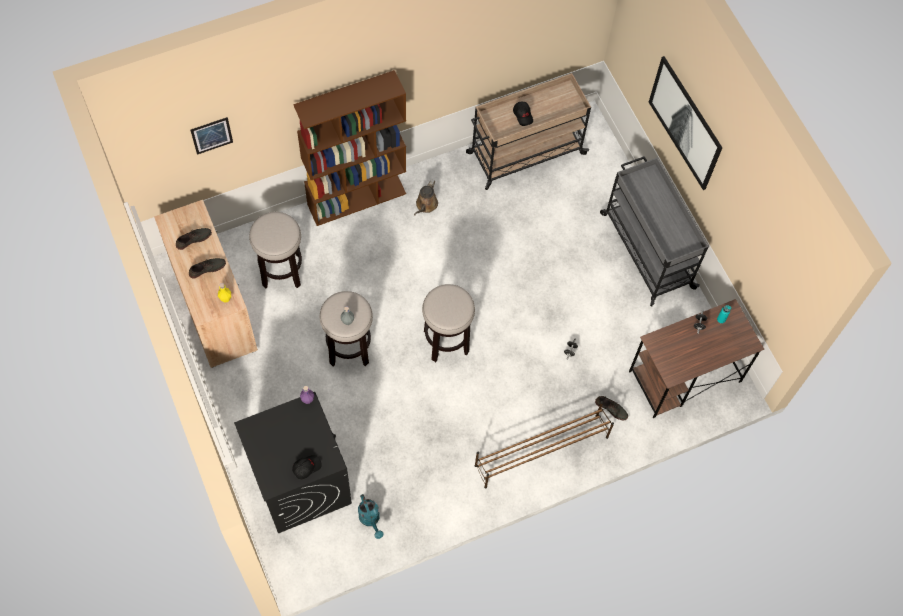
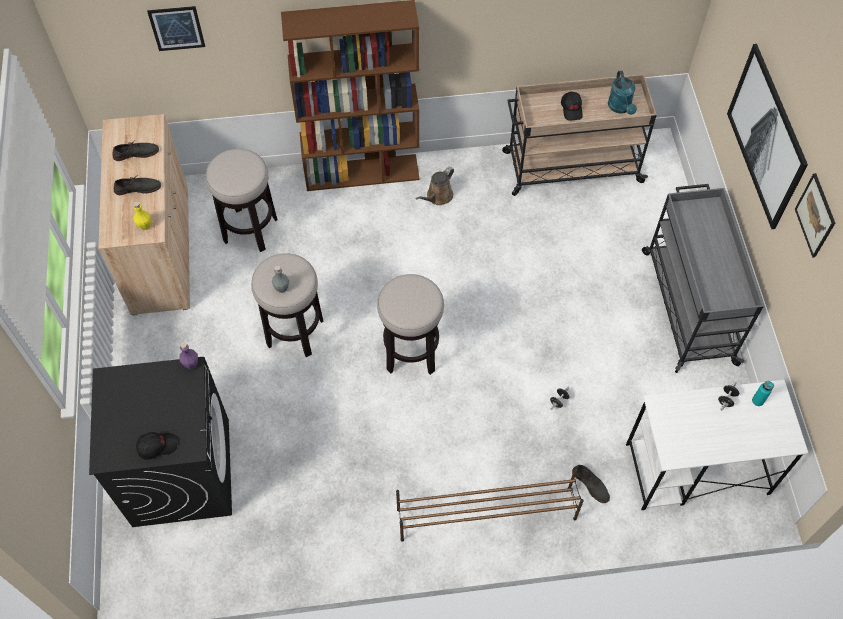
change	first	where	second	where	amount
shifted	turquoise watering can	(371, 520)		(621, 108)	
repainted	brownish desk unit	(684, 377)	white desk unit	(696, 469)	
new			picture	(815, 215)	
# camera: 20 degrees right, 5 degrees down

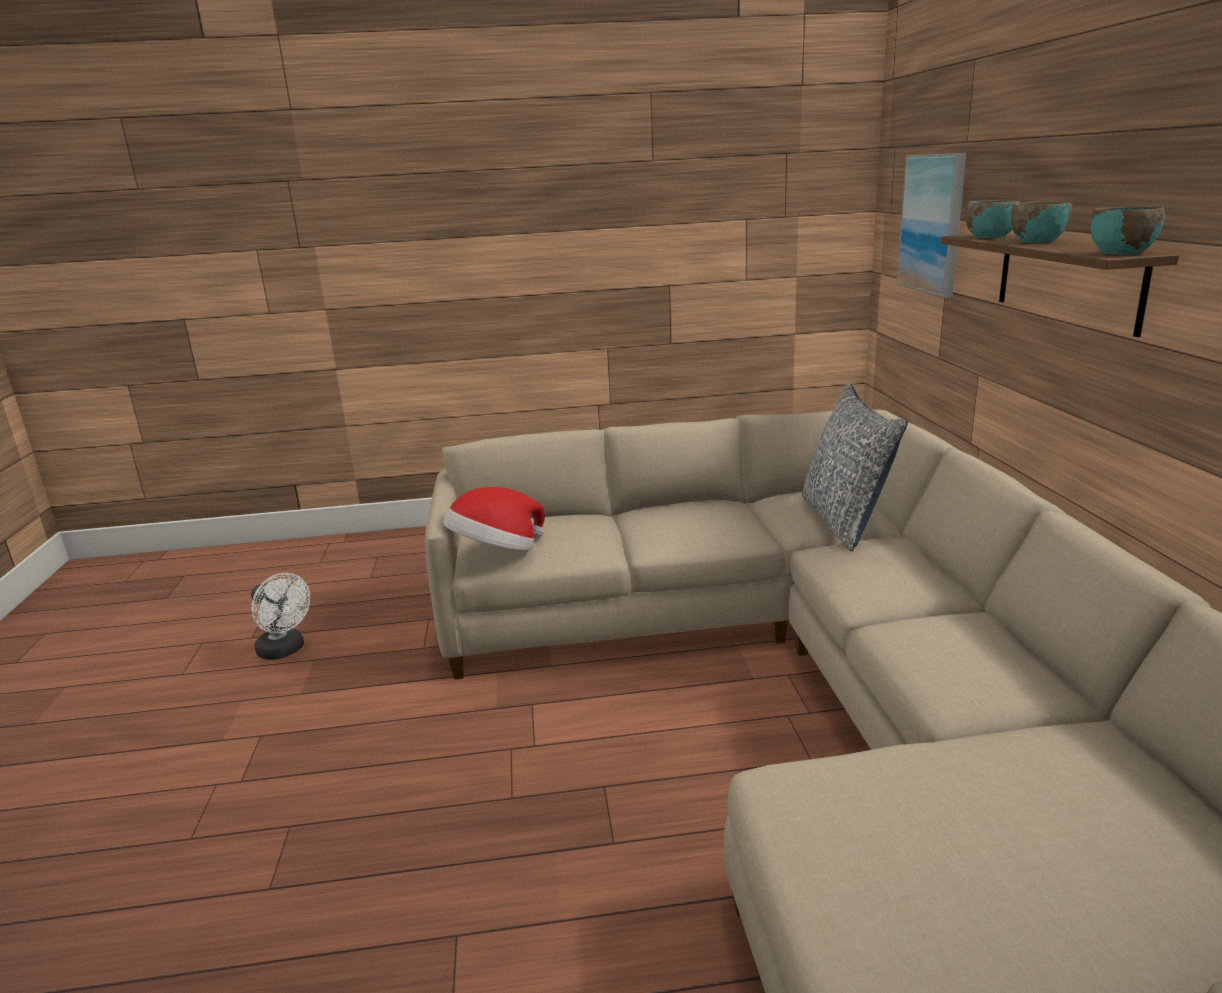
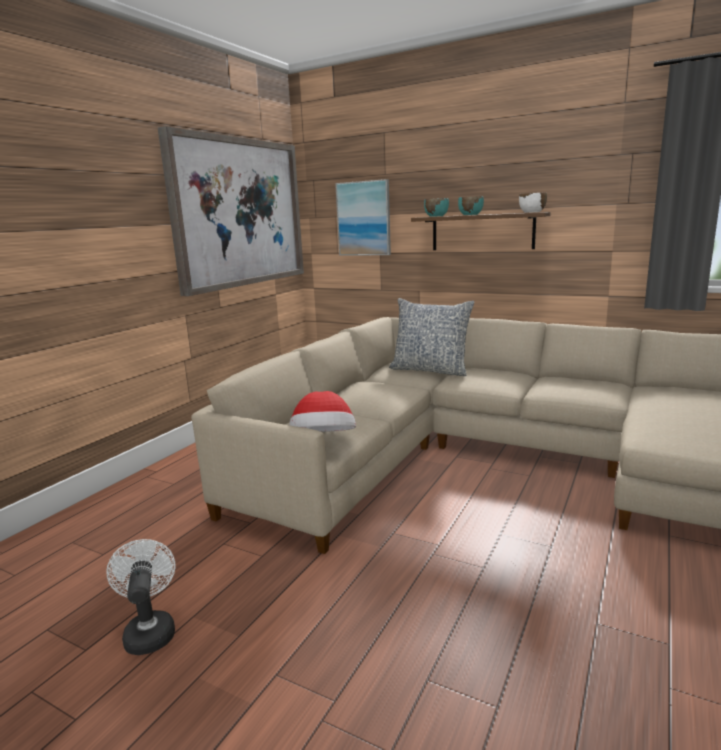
change	first	where	second	where	amount
rotated	white fan	(285, 650)		(150, 631)	90 degrees counterclockwise
repainted	turquoise deep dish	(1121, 252)	white deep dish	(532, 212)	
new			picture	(239, 213)	
# camera: 55 degrees left, 5 degrees down

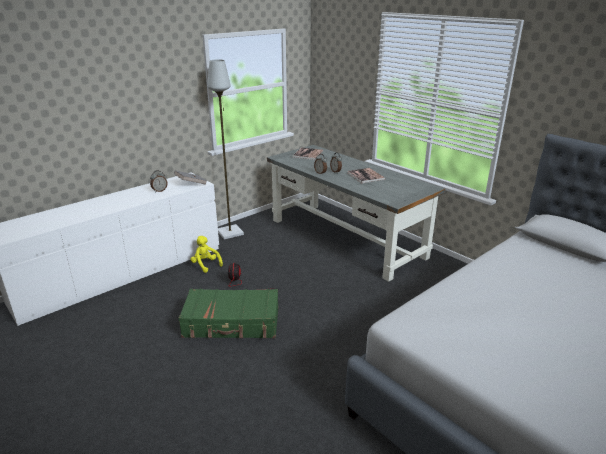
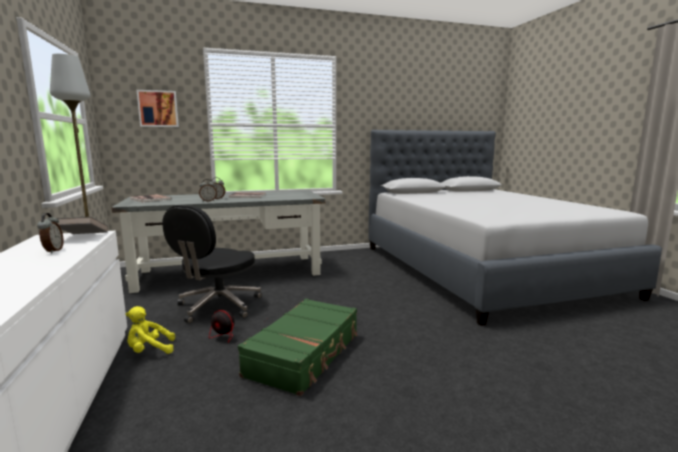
change	first	where	second	where	amount
new			picture	(158, 109)	
new			black computer chair	(218, 306)	
# camera: 65 degrees left, 15 degrees down

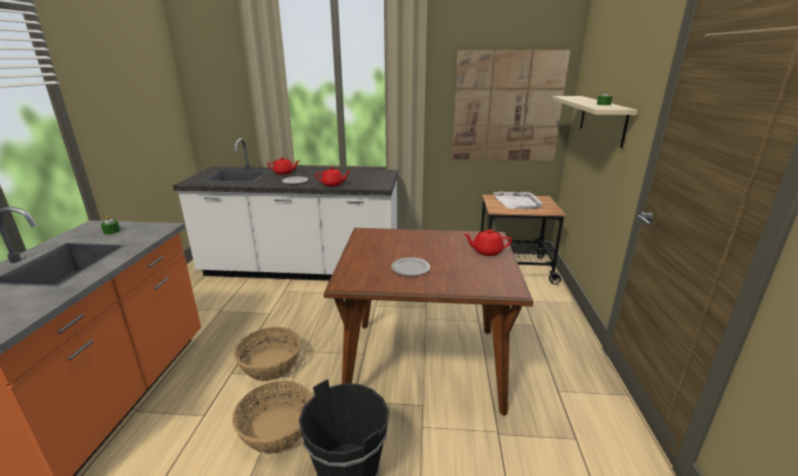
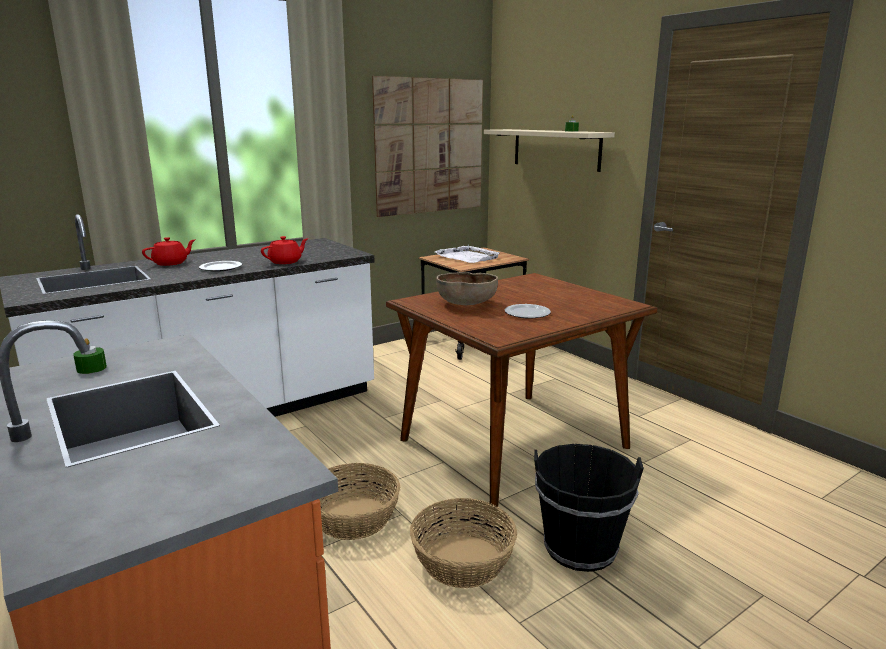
change	first	where	second	where	amount
gone	red pot for tea	(486, 251)			
new			brownish deep dish	(466, 304)	
# camera: 40 degrees left, 5 degrees down

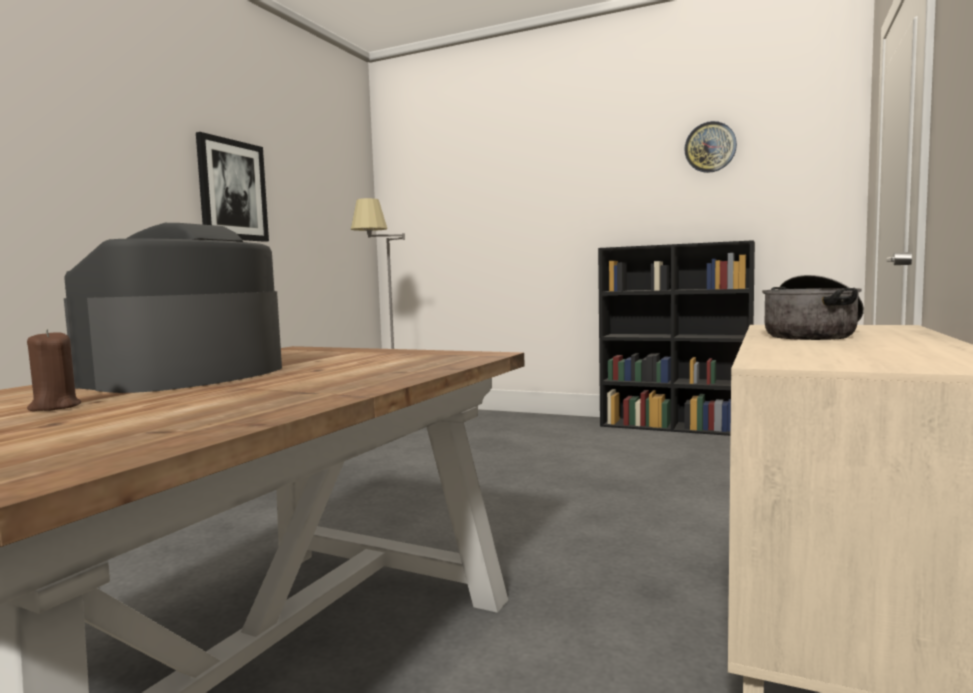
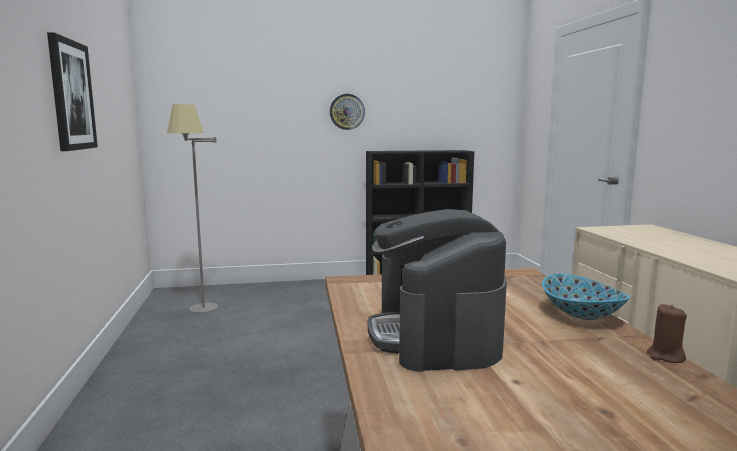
change	first	where	second	where	amount
shifted	brownish wax light	(54, 407)		(665, 356)	
shifted	hanging clock	(710, 147)		(347, 112)	
gone	cooking pot	(813, 334)			
new			deep dish	(582, 314)	
# camera: 35 degrees left, 5 degrees up

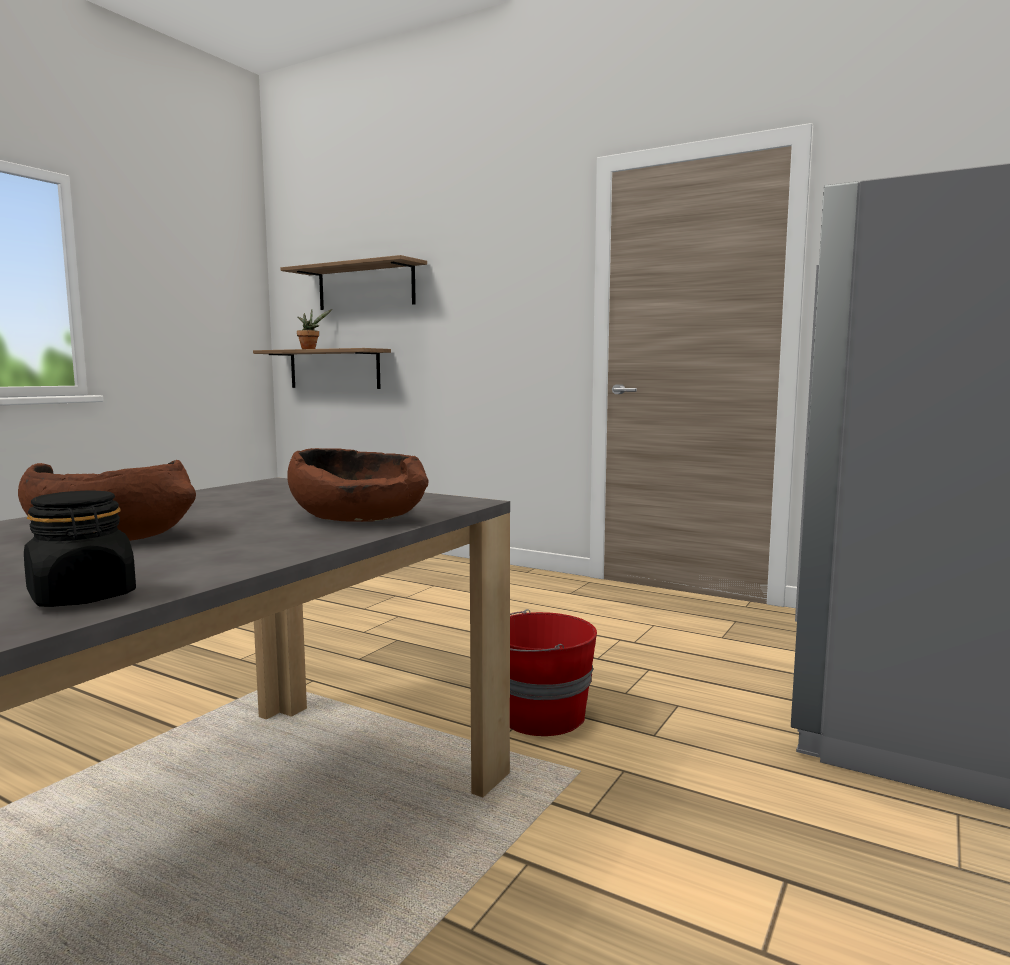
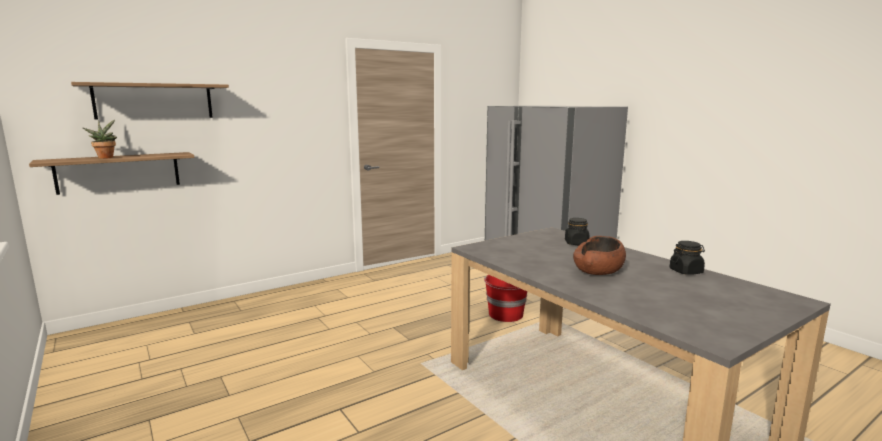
change	first	where	second	where	amount
swapped	brownish deep dish	(358, 517)	black preserve jar	(576, 243)	
# camera: 65 degrees left, 5 degrees up

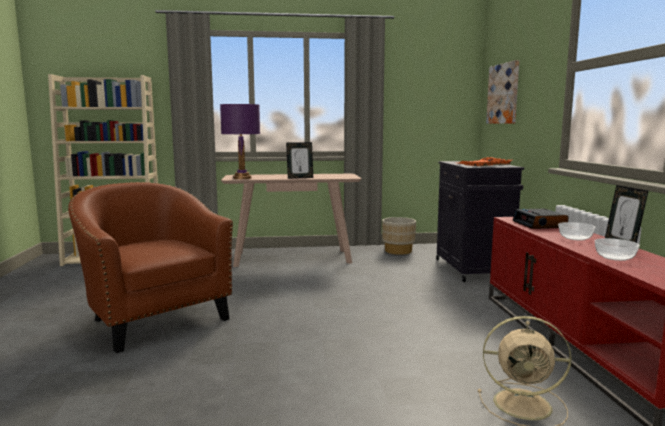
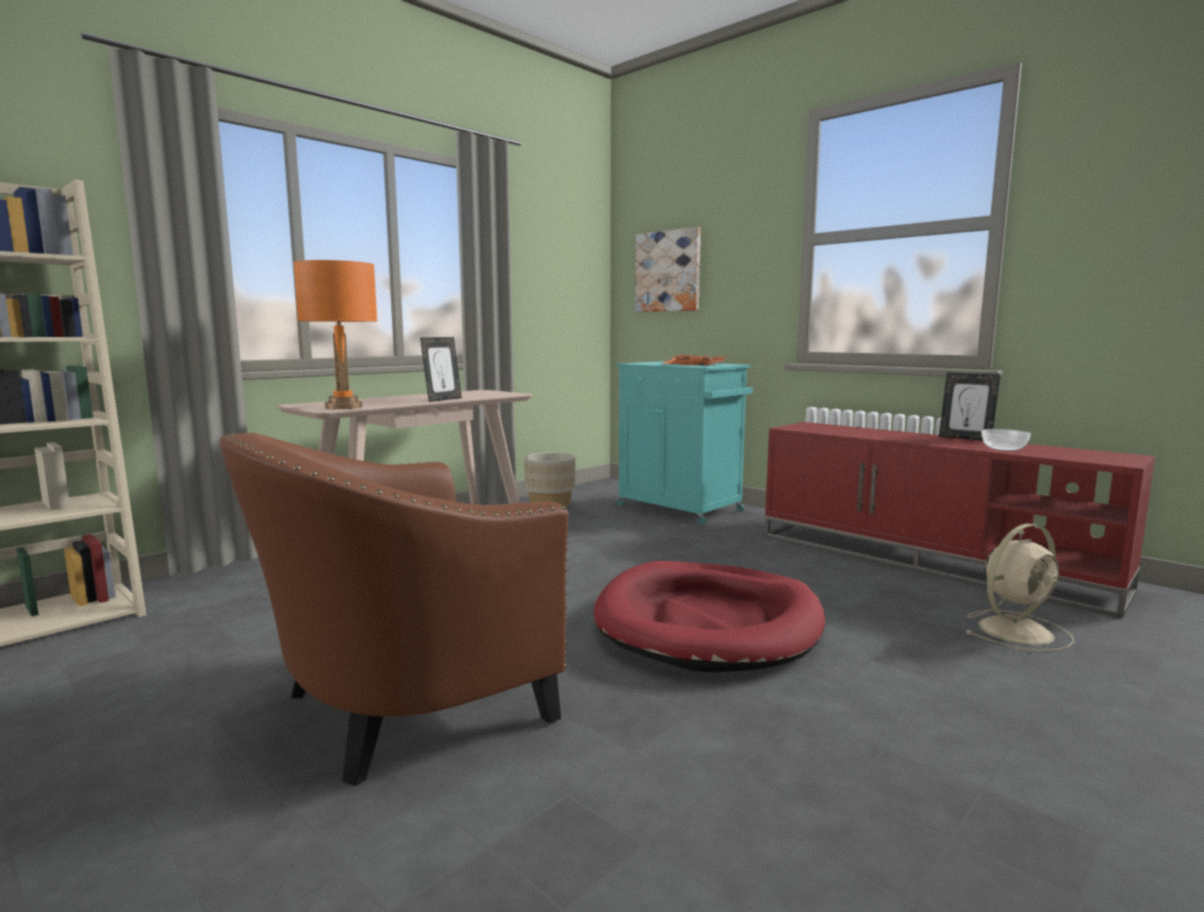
change	first	where	second	where	amount
rotated	brownish easy chair	(154, 319)		(401, 707)	45 degrees counterclockwise
repainted	purple lamp for a table	(242, 178)	orangey lamp for a table	(344, 407)	
repainted	black cupboard	(473, 270)	turquoise cupboard	(681, 509)	
gone	bedside clock	(540, 224)			
gone	deep dish	(574, 238)			
new			red pet bed	(708, 623)	
# camera: 40 degrees left, 0 degrees up

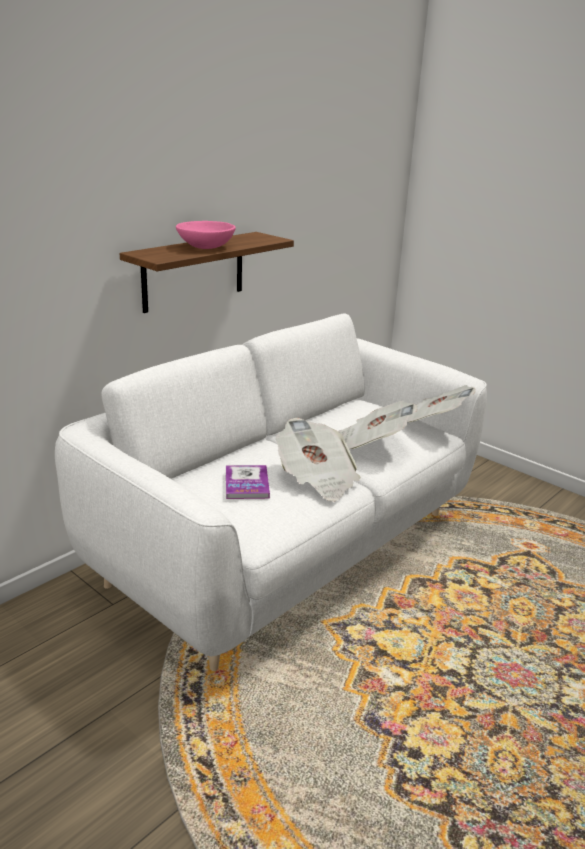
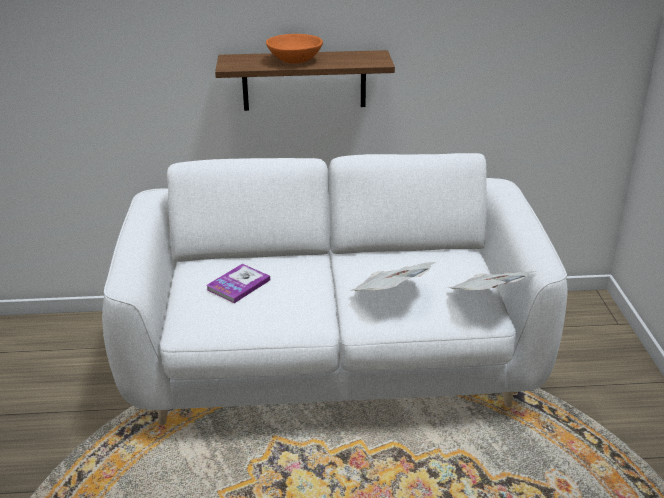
change	first	where	second	where	amount
repainted	pinkish deep dish	(206, 247)	orangey deep dish	(294, 61)	
gone	daily paper	(317, 479)			
# camera: 45 degrees right, 5 degrees up

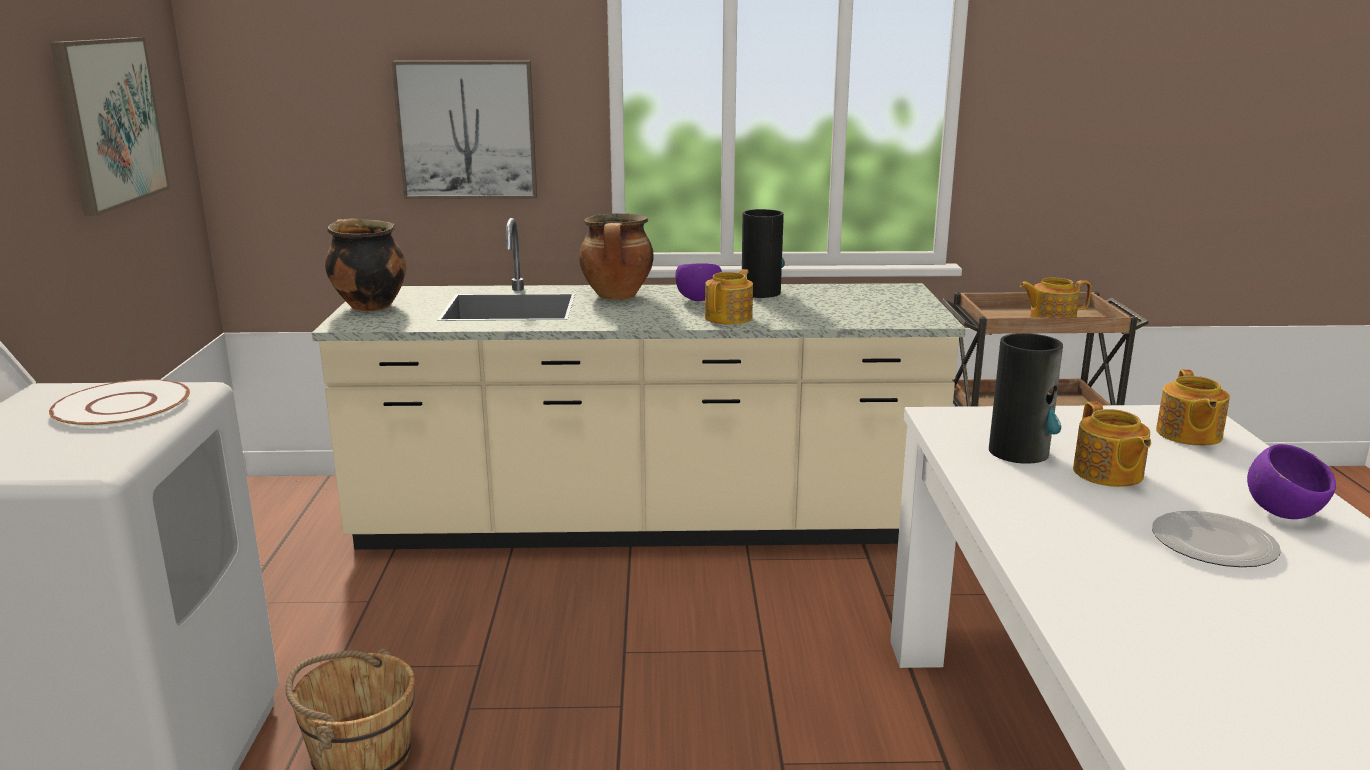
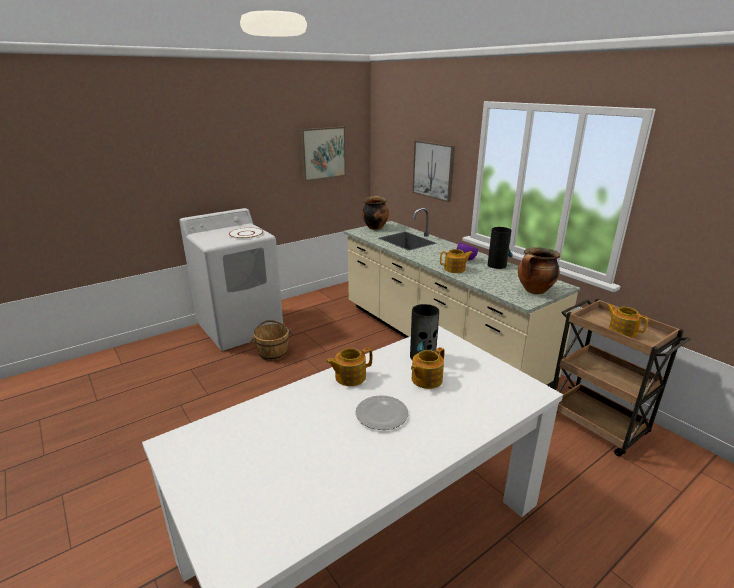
change	first	where	second	where	amount
shifted	cooking pot	(617, 296)		(534, 291)	
shifted	pot for tea	(1188, 434)		(349, 377)	
gone	purple deep dish	(1283, 513)			
# camera: 55 degrees right, 5 degrees up

